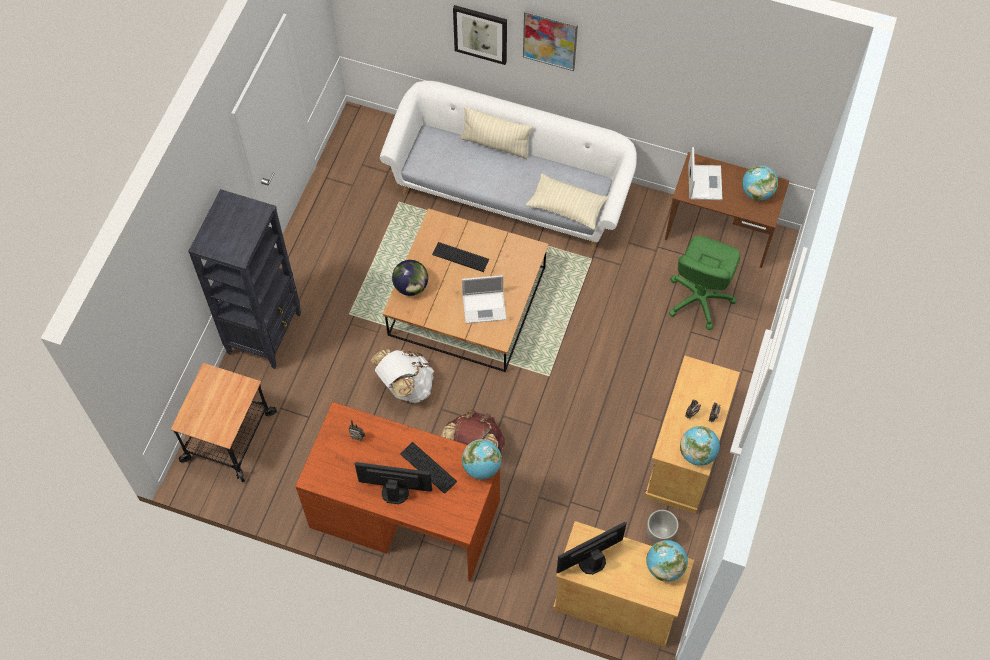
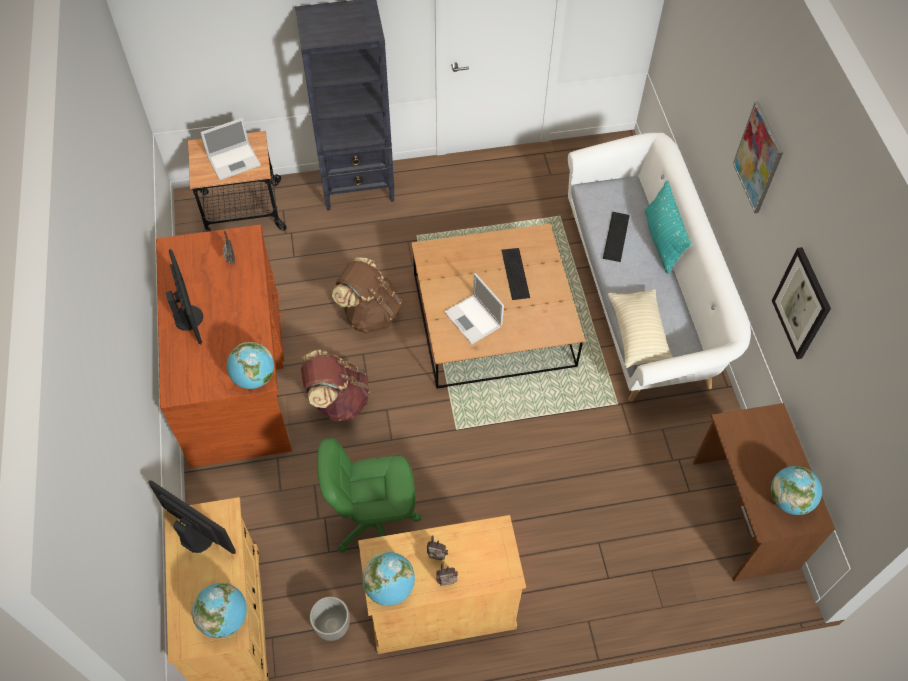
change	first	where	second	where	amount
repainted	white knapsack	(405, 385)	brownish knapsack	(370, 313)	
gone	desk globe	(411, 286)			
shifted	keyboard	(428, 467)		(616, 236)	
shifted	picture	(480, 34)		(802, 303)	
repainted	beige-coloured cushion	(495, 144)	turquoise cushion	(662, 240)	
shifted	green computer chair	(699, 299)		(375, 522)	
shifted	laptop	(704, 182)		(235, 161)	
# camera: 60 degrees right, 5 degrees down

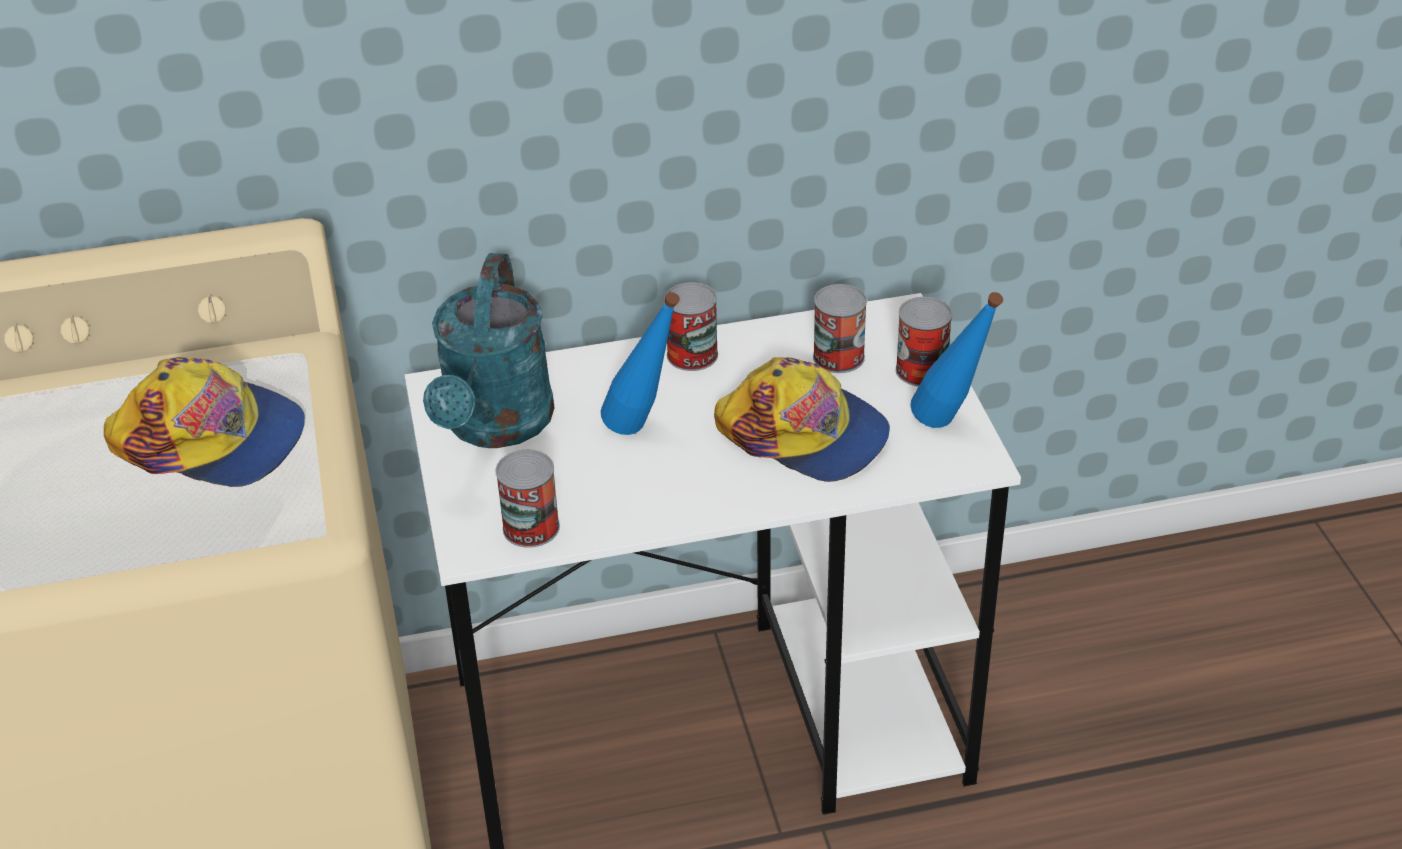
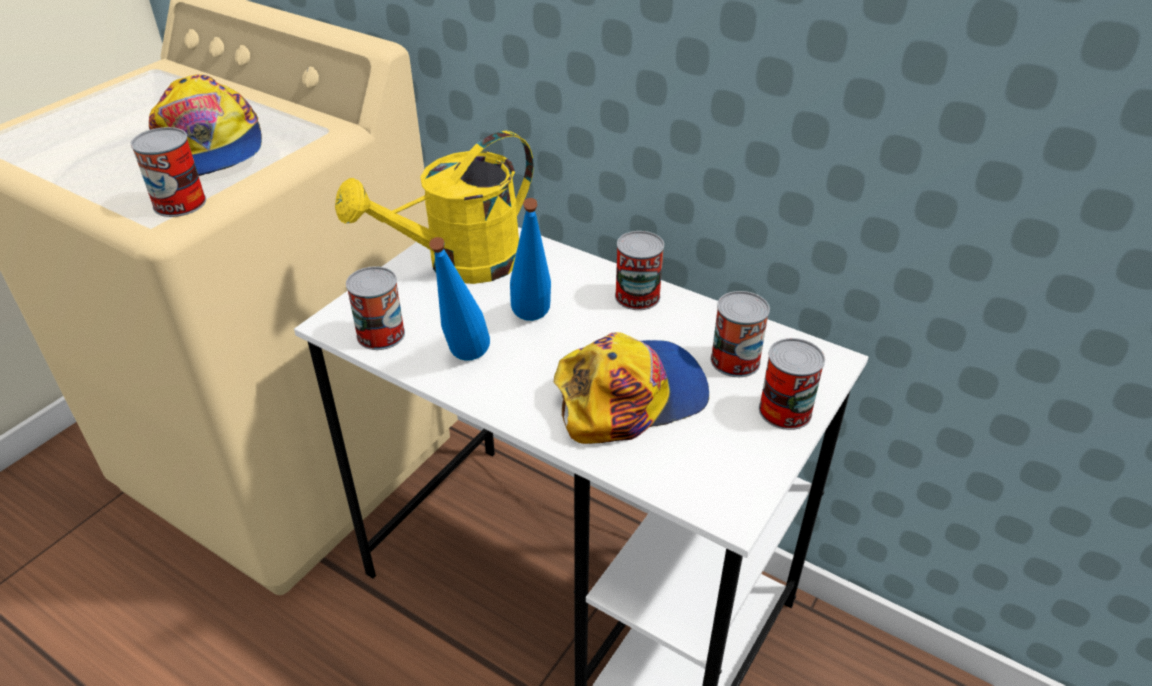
change	first	where	second	where	amount
repainted	turquoise watering can	(495, 427)	yellow watering can	(459, 264)	
rotated	peaked cap	(804, 433)		(630, 395)	105 degrees counterclockwise
shifted	blue-coloured drink bottle	(951, 428)		(464, 364)	
new			can	(179, 203)	
# camera: 45 degrees right, 0 degrees up

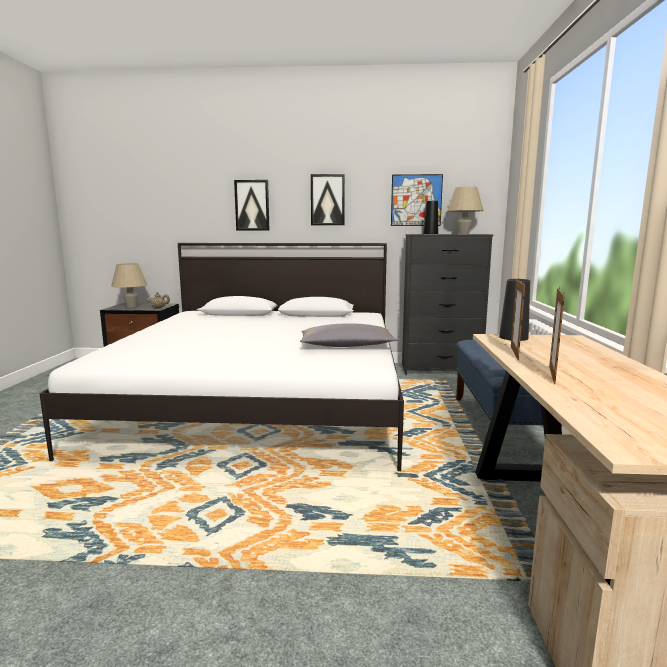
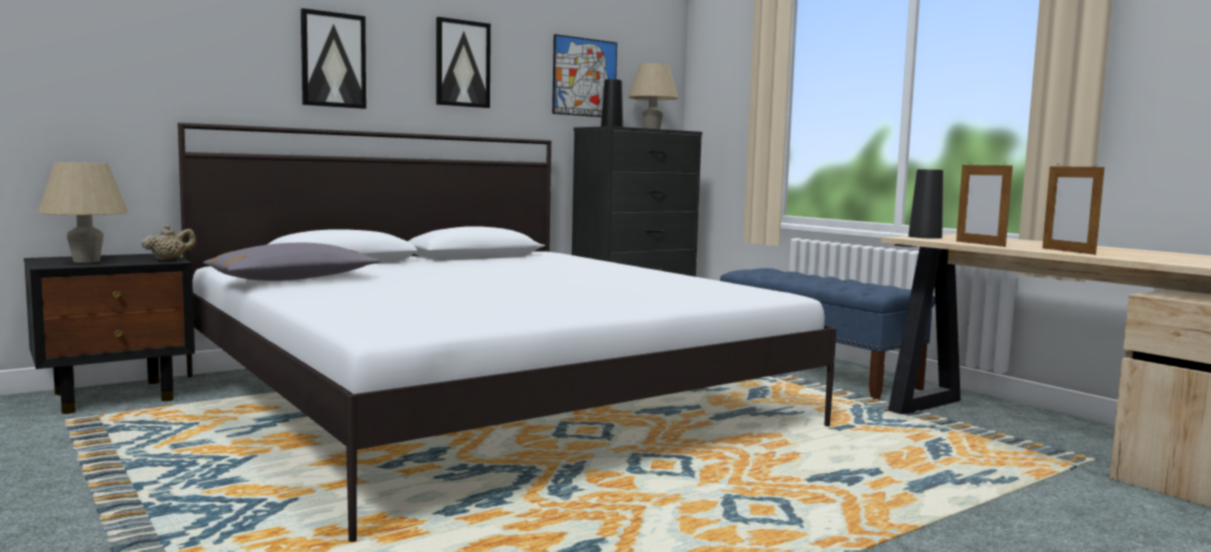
change	first	where	second	where	amount
shifted	greyish cushion	(346, 346)		(293, 279)	
# camera: 40 degrees left, 5 degrees down

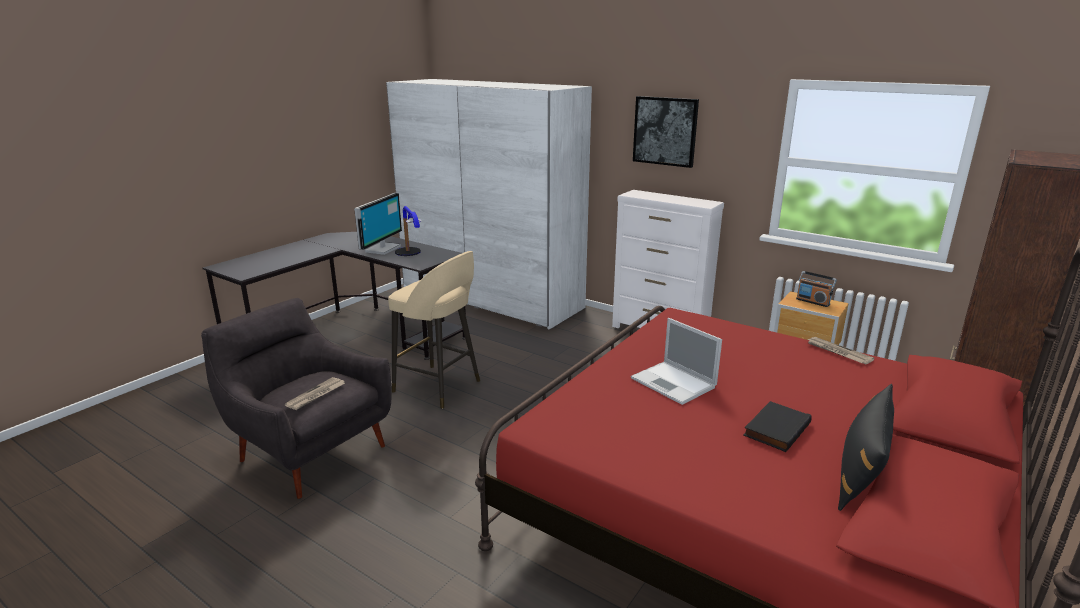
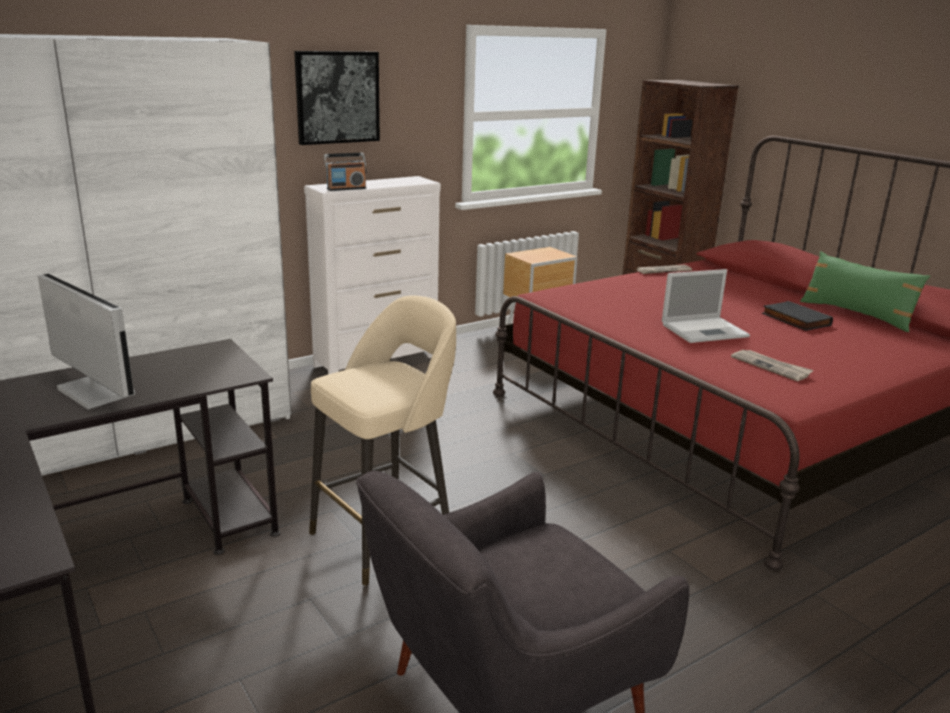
change	first	where	second	where	amount
shifted	daily paper	(316, 395)		(771, 367)	
gone	lamp for a table	(410, 256)			
shifted	radio receiver	(813, 302)		(346, 189)	
repainted	black cushion	(860, 471)	green cushion	(856, 314)	
# camera: 70 degrees left, 0 degrees up

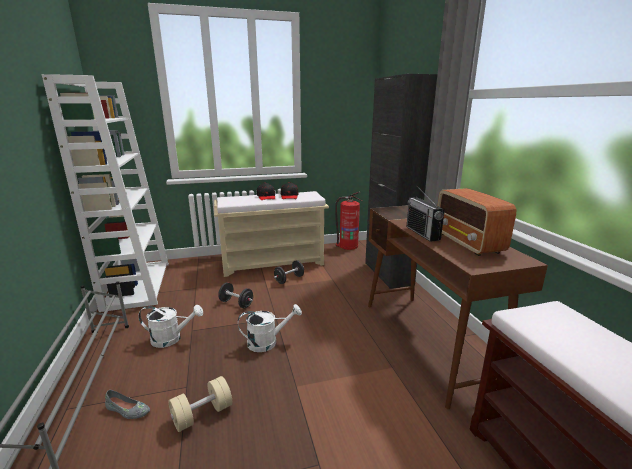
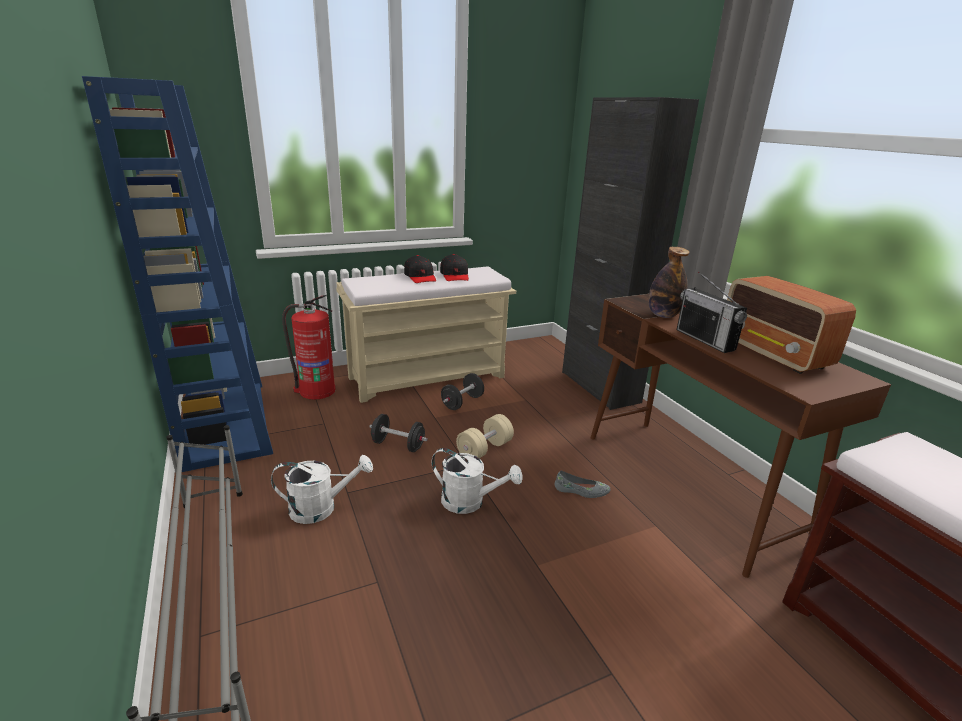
change	first	where	second	where	amount
repainted	white shelving unit	(137, 284)	blue-coloured shelving unit	(224, 422)	
shifted	greyish shoe	(127, 410)		(581, 491)	
shifted	beige-coloured hand weight	(202, 414)		(484, 449)	
rotated	white watering can	(268, 342)		(470, 502)	45 degrees clockwise
shifted	fire extinguisher	(348, 246)		(316, 391)	
new			drink bottle	(663, 315)	
# camera: 10 degrees left, 5 degrees up

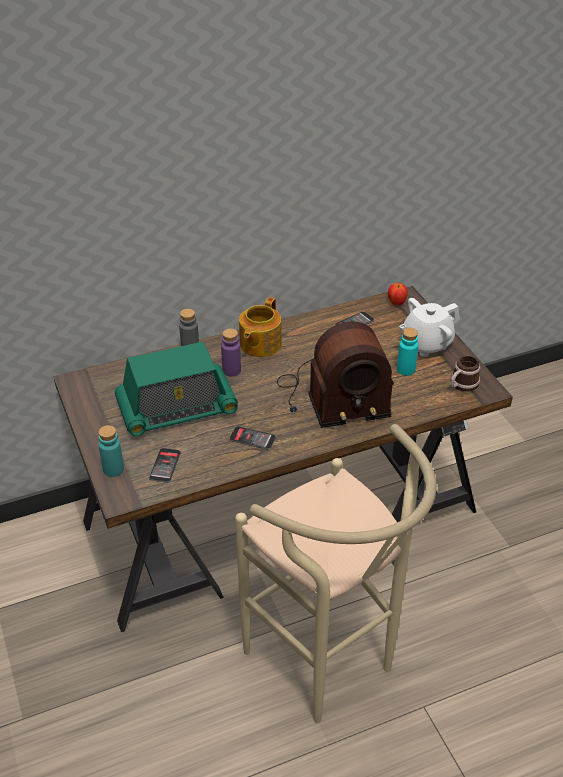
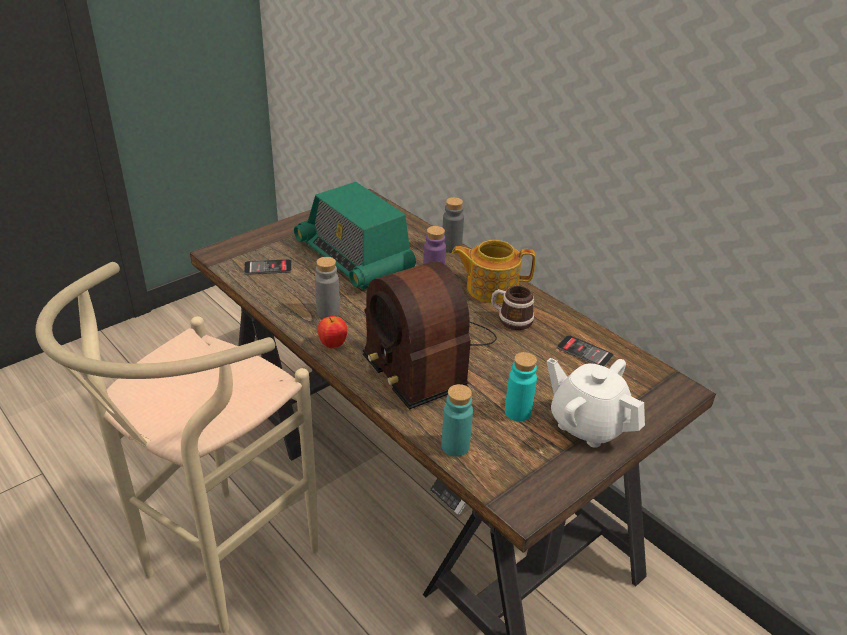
change	first	where	second	where	amount
shifted	turquoise drink bottle	(113, 469)		(455, 446)	
swapped	telephone	(252, 438)	greyish drink bottle	(328, 312)	
shifted	whole apple	(396, 303)		(333, 344)	
shifted	coffee mug	(461, 385)		(510, 319)	
# camera: 70 degrees right, 5 degrees down

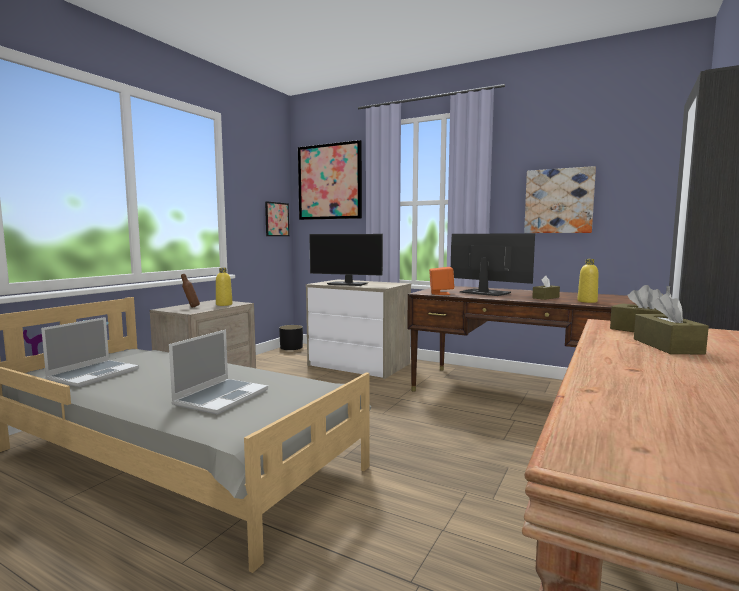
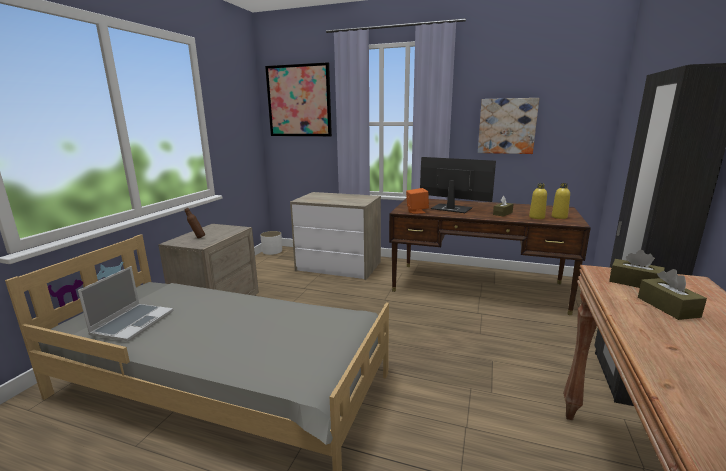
change	first	where	second	where	amount
gone	laptop	(221, 397)			
shifted	yellow drink bottle	(224, 304)		(559, 217)	
gone	picture	(277, 219)			
repainted	black planter	(291, 347)	white planter	(272, 251)	
gone	computer display	(348, 284)			
# camera: 10 degrees left, 10 degrees up

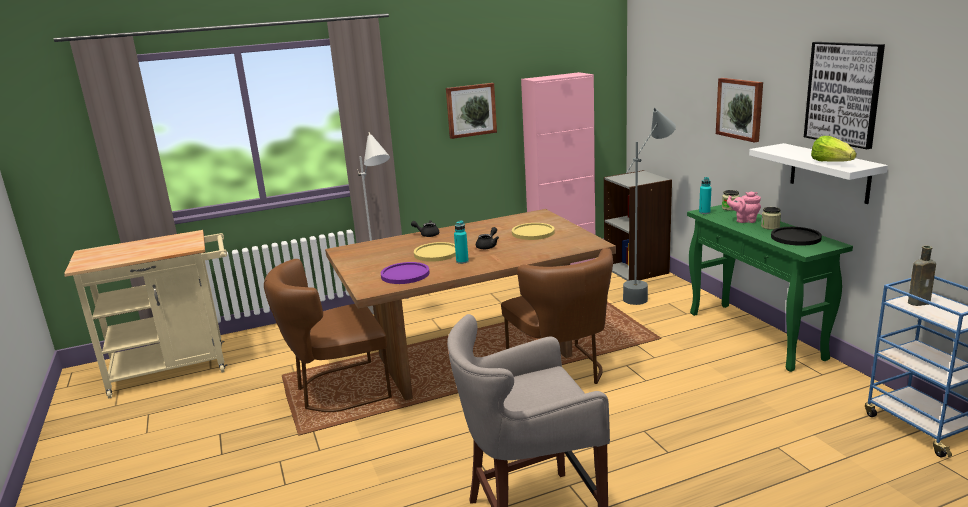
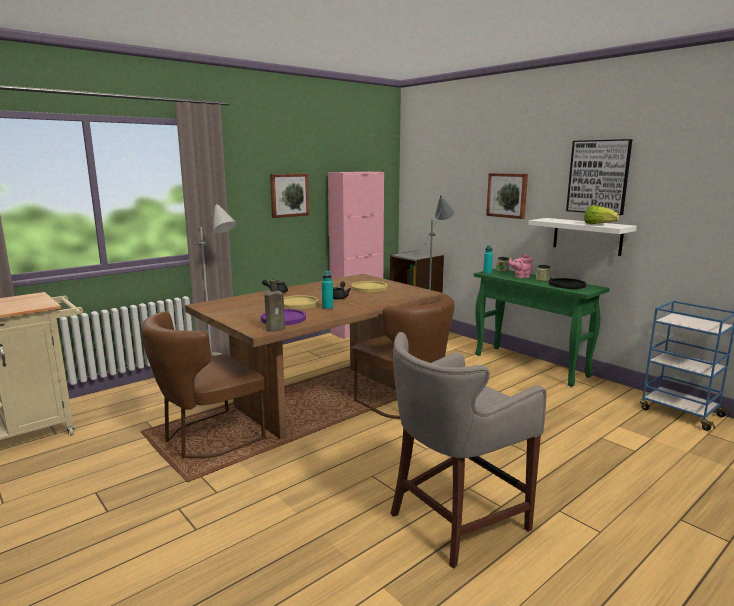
change	first	where	second	where	amount
shifted	brownish drink bottle	(920, 302)		(277, 329)	
# camera: 20 degrees left, 5 degrees down

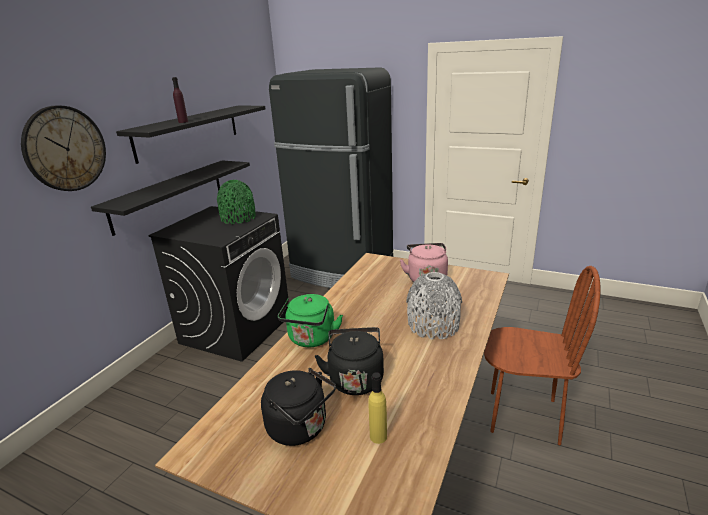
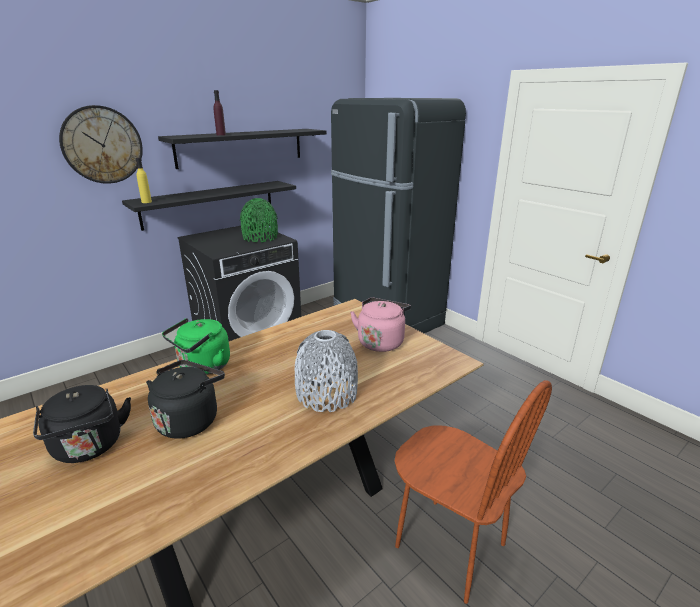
change	first	where	second	where	amount
shifted	yellow drink bottle	(378, 436)		(146, 202)	
# camera: 25 degrees right, 0 degrees up

